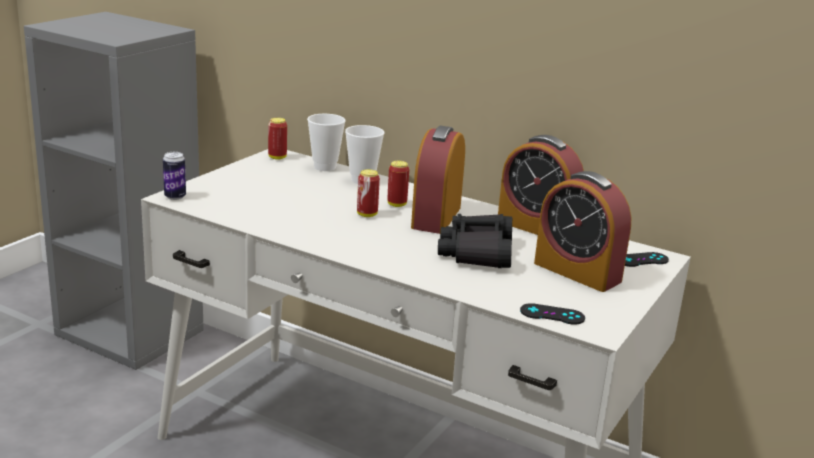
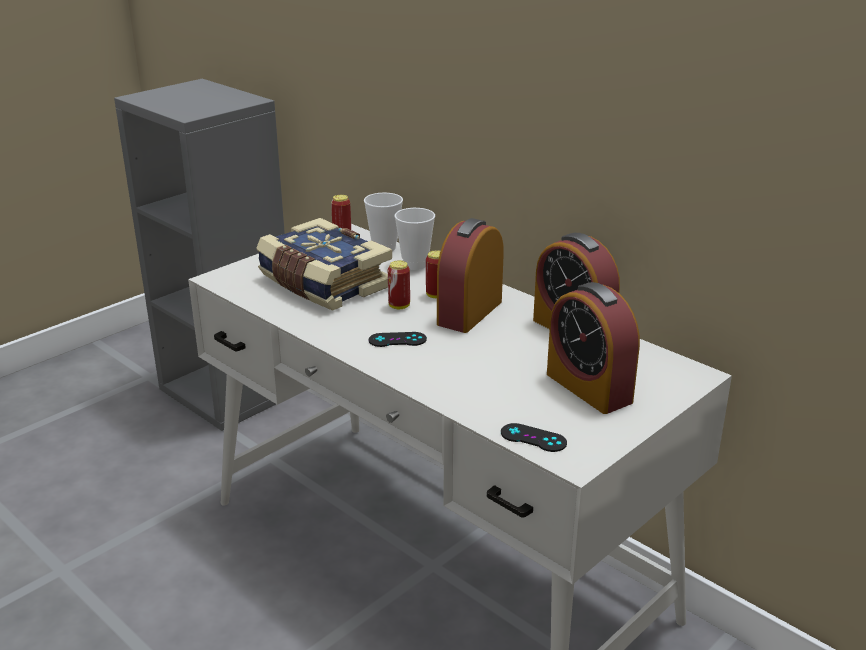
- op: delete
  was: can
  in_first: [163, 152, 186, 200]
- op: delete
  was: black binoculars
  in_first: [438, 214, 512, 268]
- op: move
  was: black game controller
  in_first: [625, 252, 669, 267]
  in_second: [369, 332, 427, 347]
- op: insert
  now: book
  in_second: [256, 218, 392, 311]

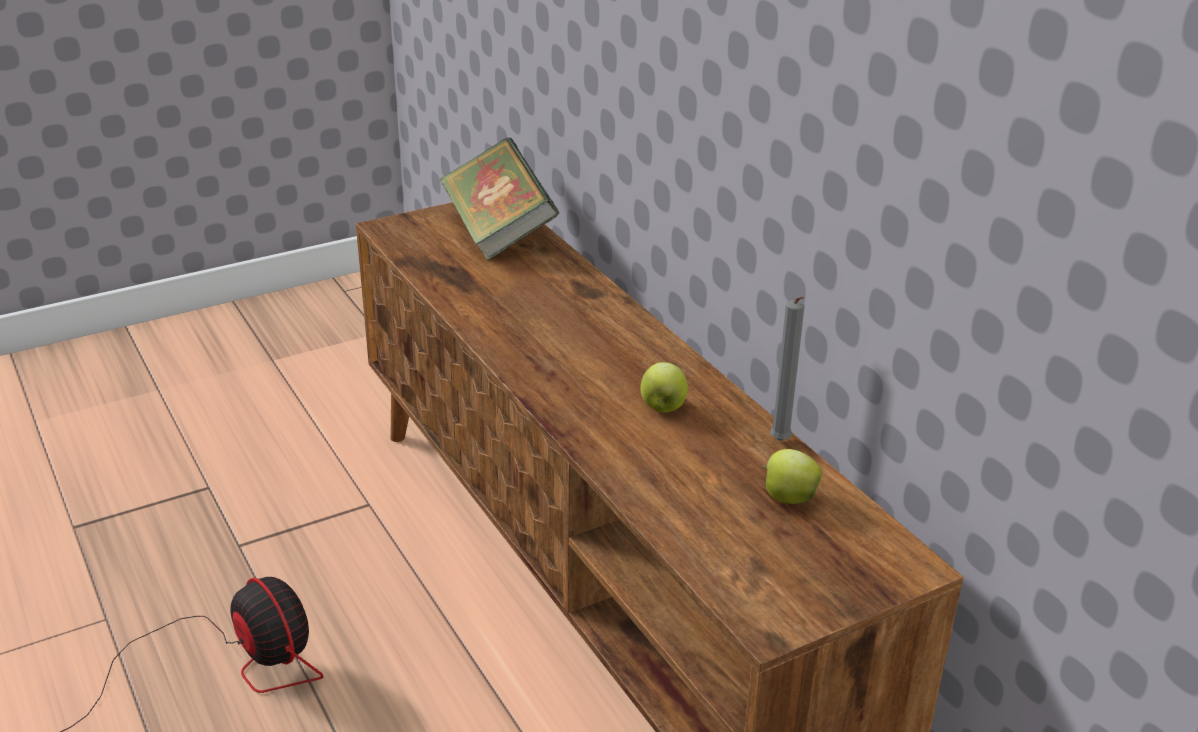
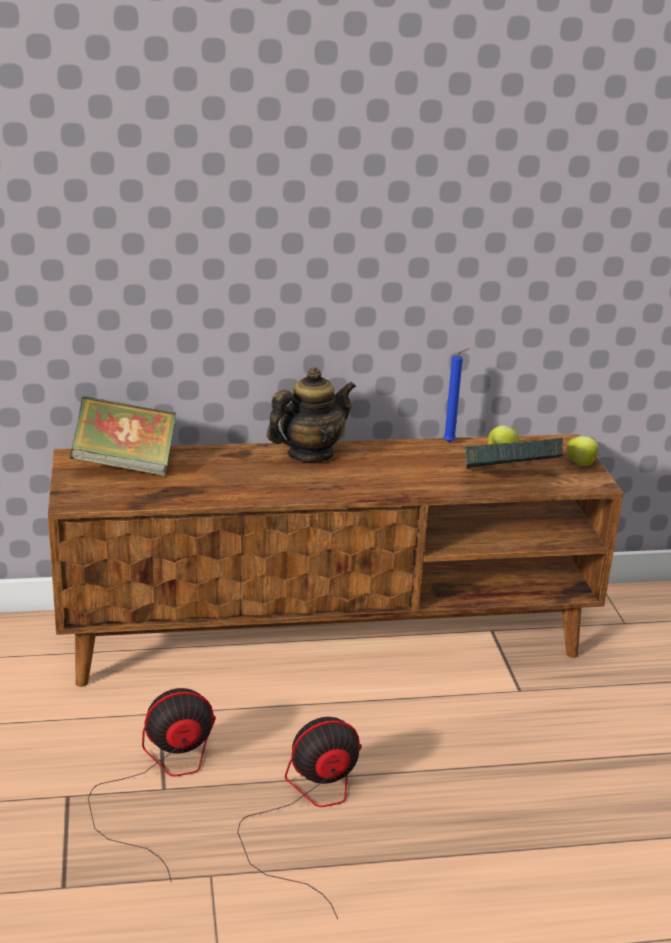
- op: move
  was: apple
  in_first: [640, 362, 688, 412]
  in_second: [567, 436, 600, 466]
- op: recolor
  was: grey candle
  now: blue candle
  in_first: [770, 296, 805, 441]
  in_second: [443, 348, 469, 442]
- op: insert
  now: fan
  in_second: [88, 688, 216, 882]
- op: insert
  now: teapot
  in_second: [267, 367, 356, 462]
- op: insert
  now: book
  in_second: [464, 438, 563, 468]

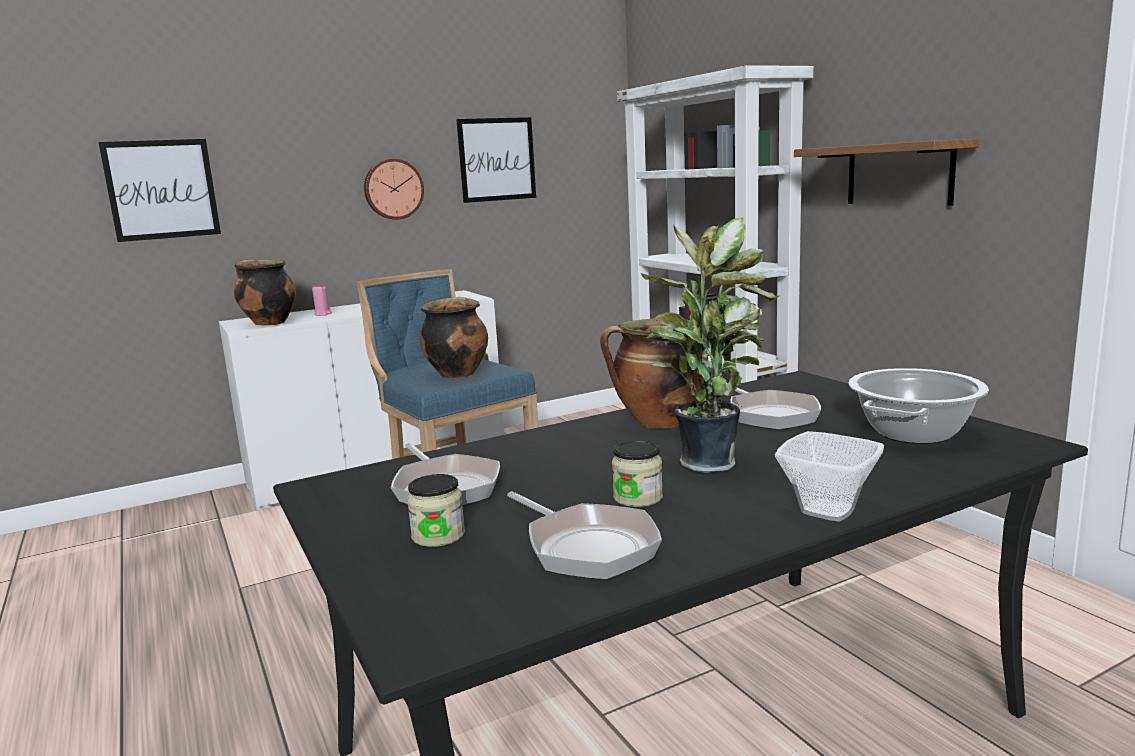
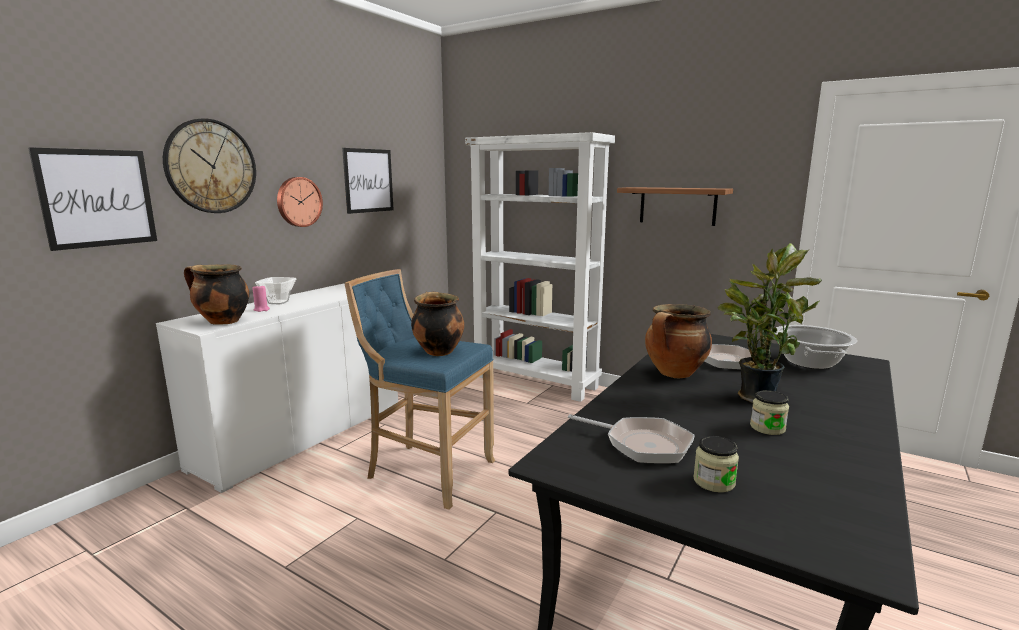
- op: delete
  was: frying pan
  in_first: [507, 491, 662, 580]
- op: move
  was: bowl
  in_first: [775, 431, 884, 521]
  in_second: [255, 277, 296, 304]
- op: insert
  now: wall clock
  in_second: [163, 119, 256, 213]

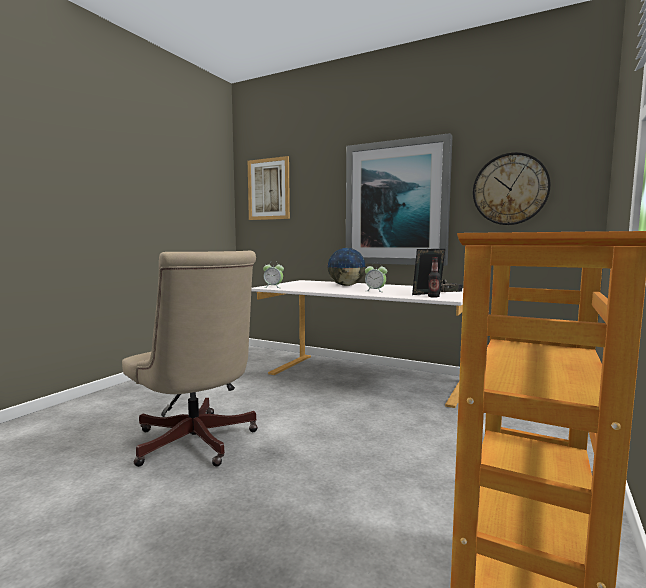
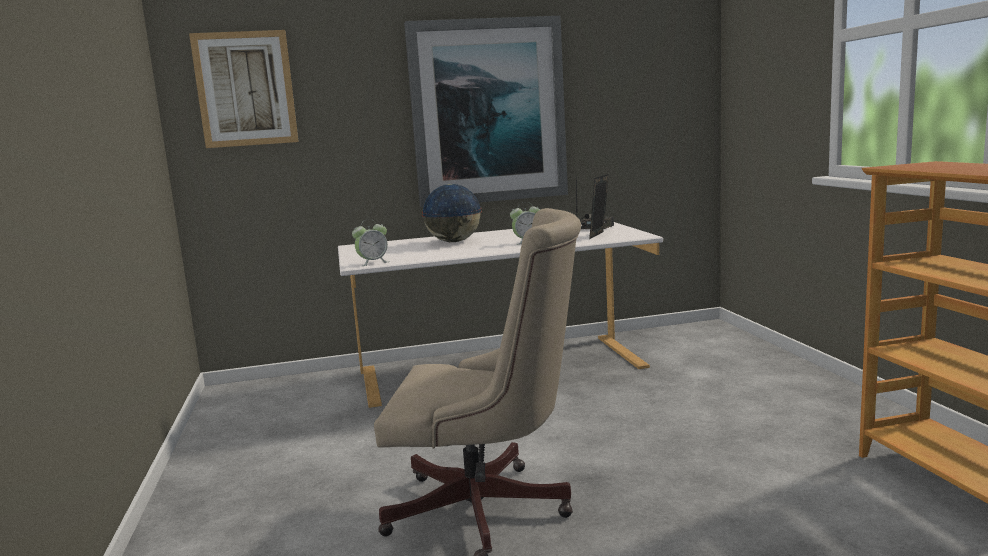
- op: delete
  was: bottle
  in_first: [428, 257, 440, 298]
- op: delete
  was: wall clock
  in_first: [473, 152, 551, 225]

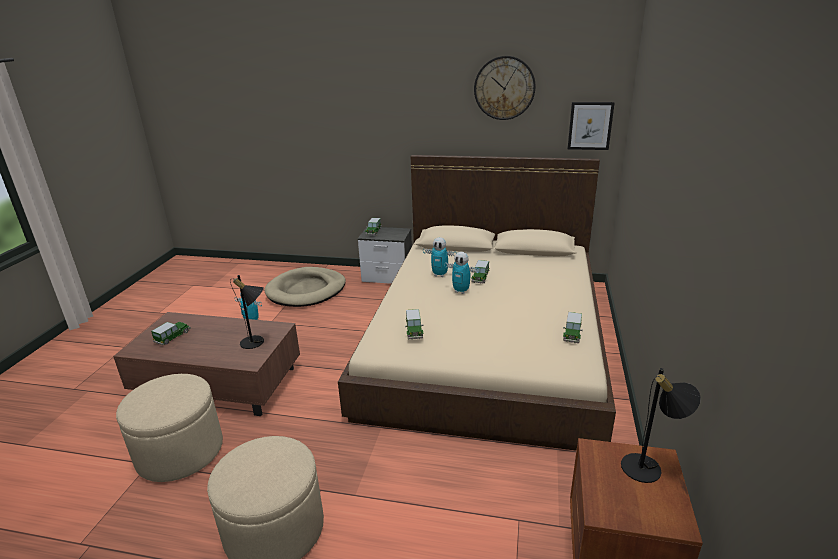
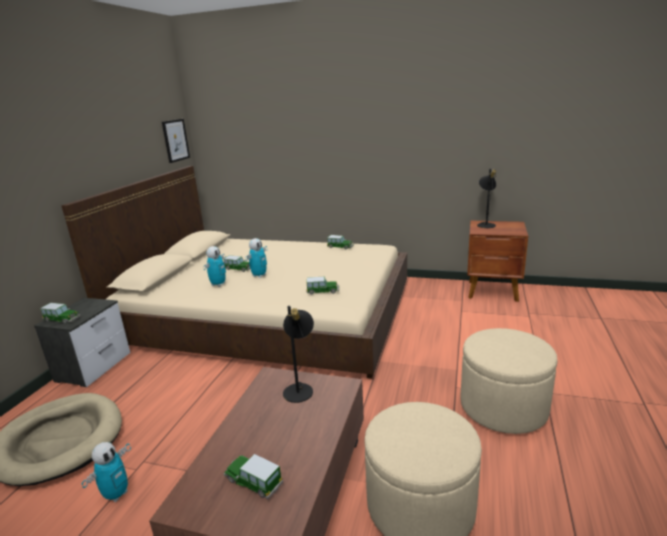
- op: delete
  was: wall clock
  in_first: [474, 56, 535, 120]

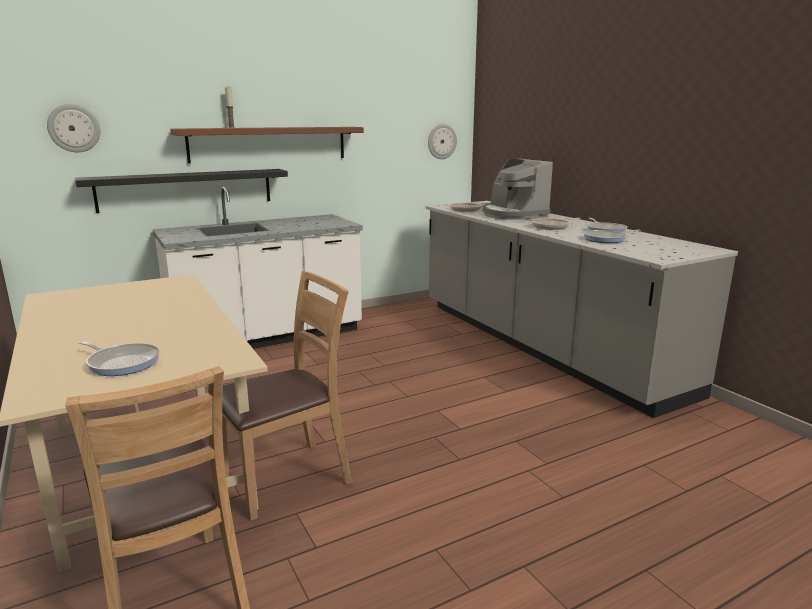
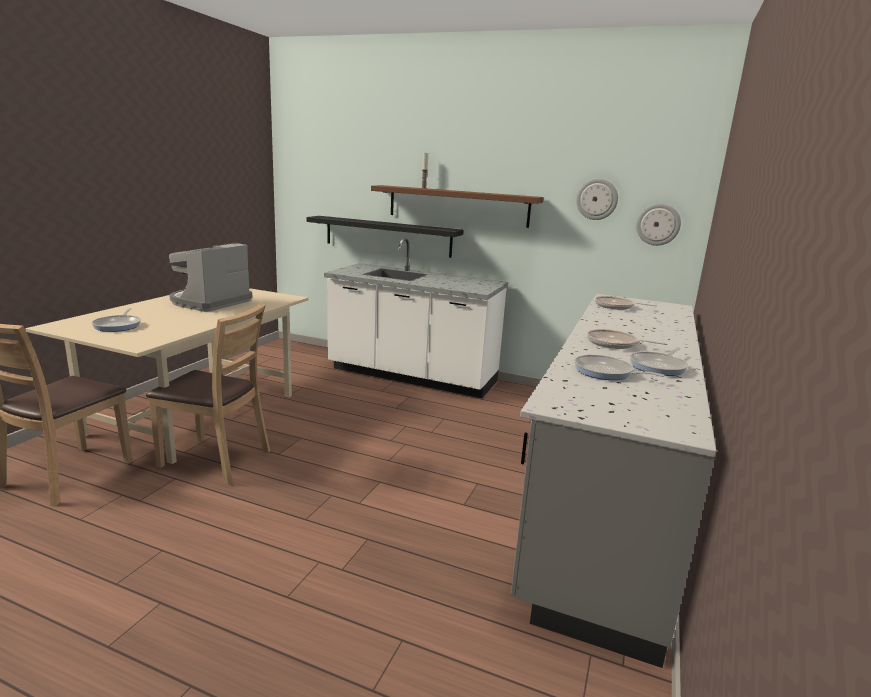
- op: move
  was: wall clock
  in_first: [47, 104, 100, 152]
  in_second: [576, 178, 618, 220]
- op: move
  was: coffee machine
  in_first: [482, 158, 553, 220]
  in_second: [168, 242, 252, 312]

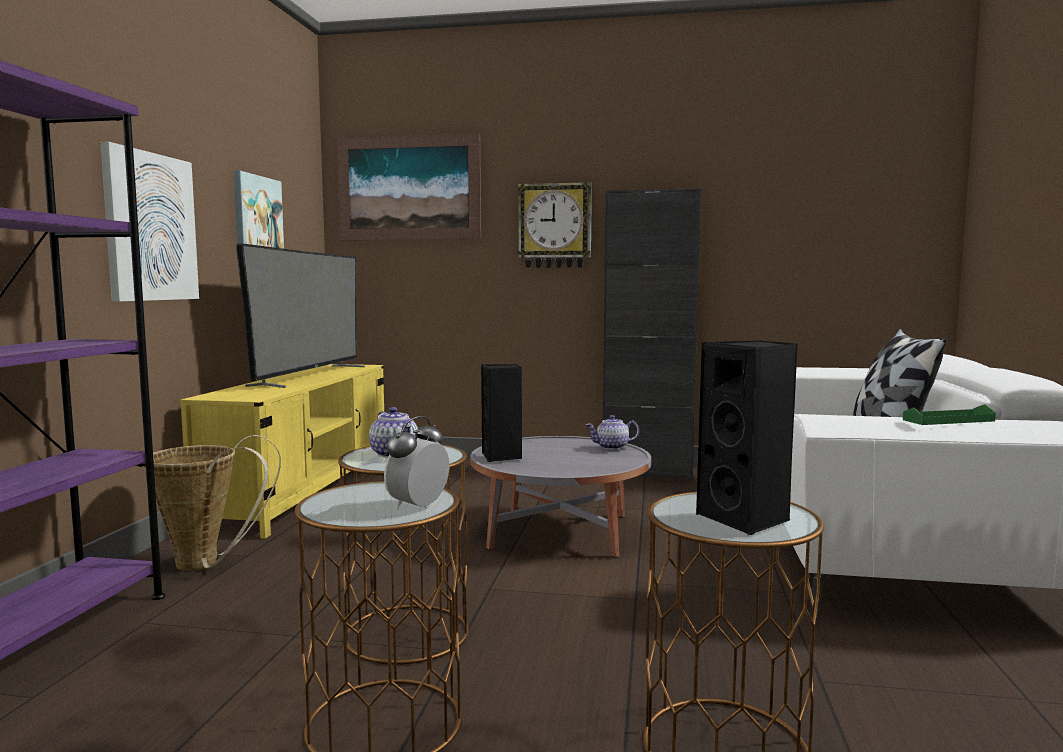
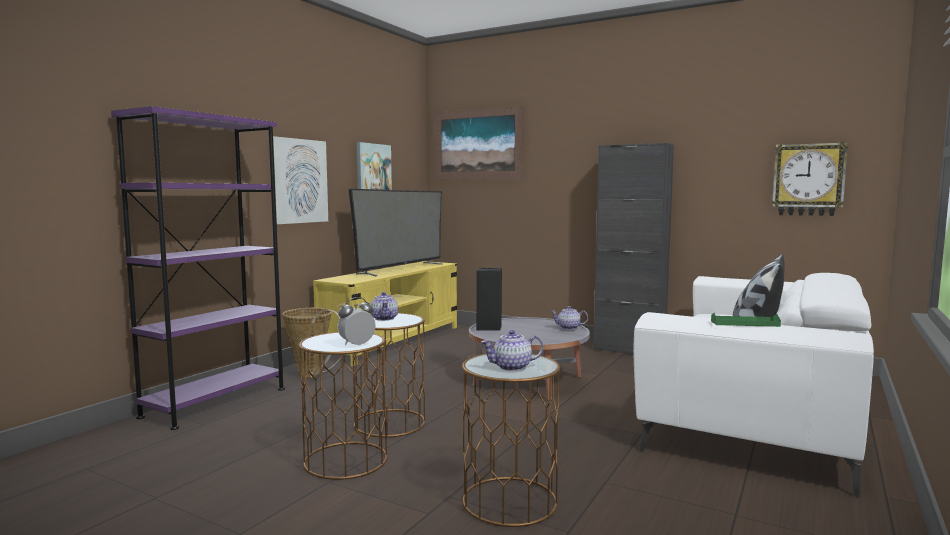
- op: move
  was: wall clock
  in_first: [518, 182, 592, 268]
  in_second: [772, 142, 848, 216]
- op: replace
  was: black speaker
  now: teapot
  in_first: [696, 340, 798, 535]
  in_second: [481, 330, 543, 371]

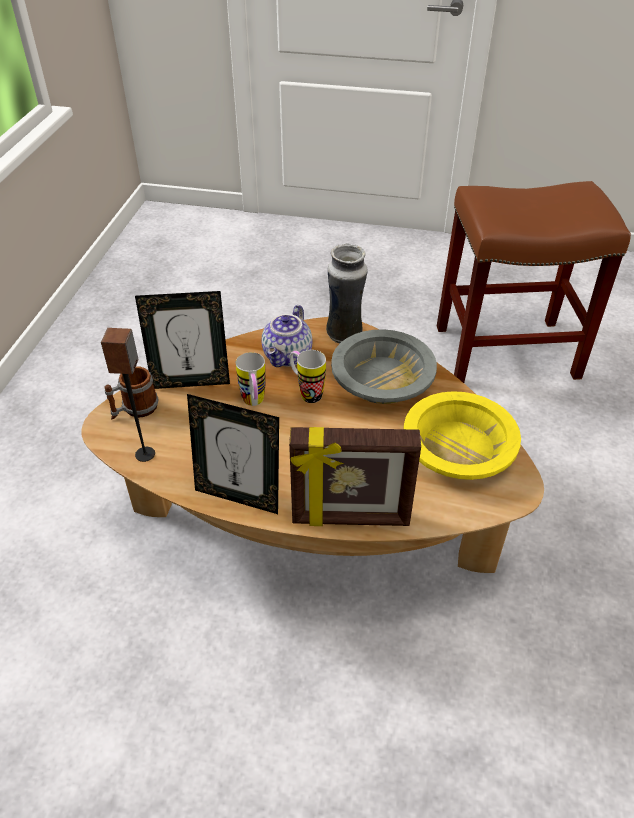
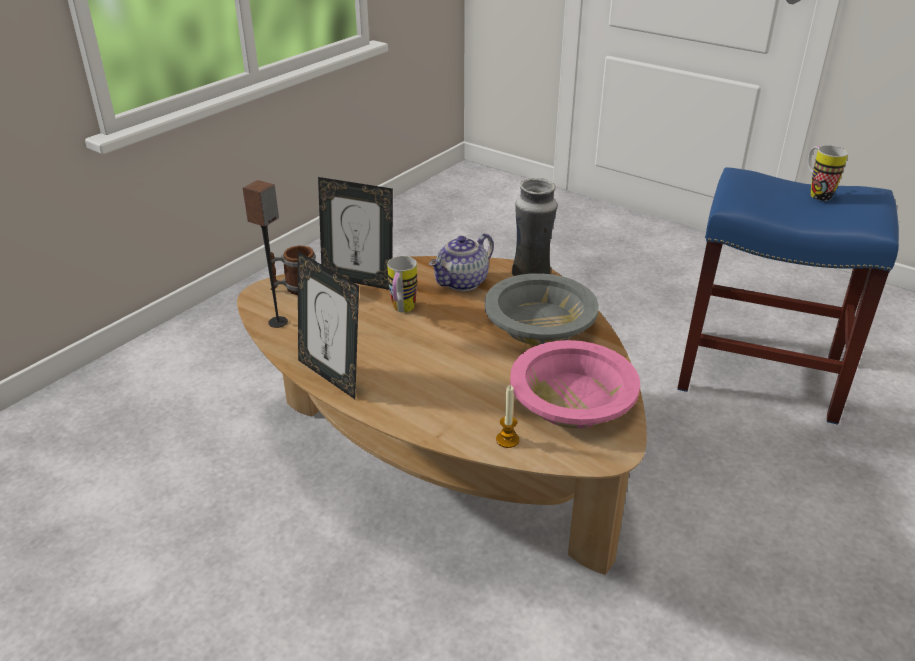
- op: delete
  was: picture frame
  in_first: [289, 427, 421, 526]
- op: move
  was: mug
  in_first: [290, 350, 326, 403]
  in_second: [808, 145, 848, 201]
- op: recolor
  was: yellow bowl
  now: pink bowl
  in_first: [403, 391, 521, 480]
  in_second: [510, 340, 640, 428]
- op: recolor
  was: brown stool
  now: blue stool
  in_first: [437, 181, 631, 383]
  in_second: [677, 167, 899, 425]
- op: insert
  now: candle
  in_second: [496, 385, 519, 448]

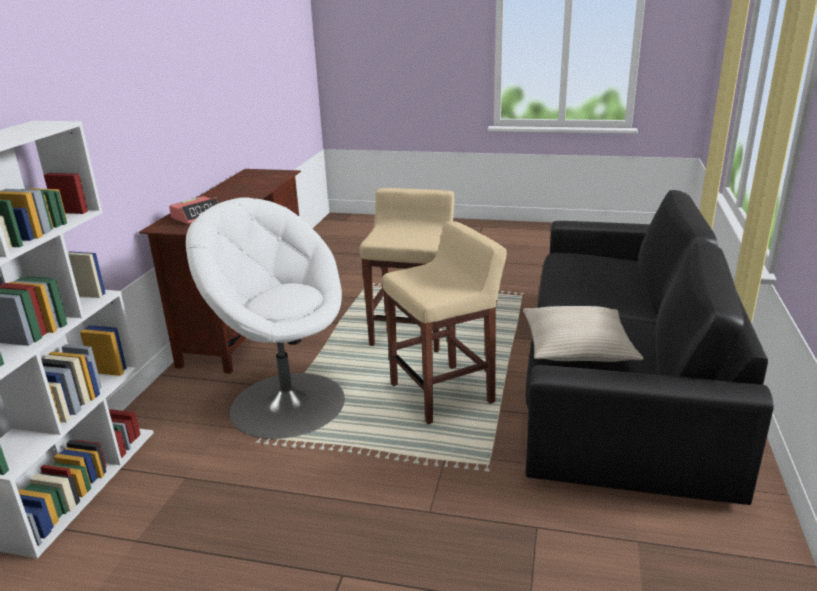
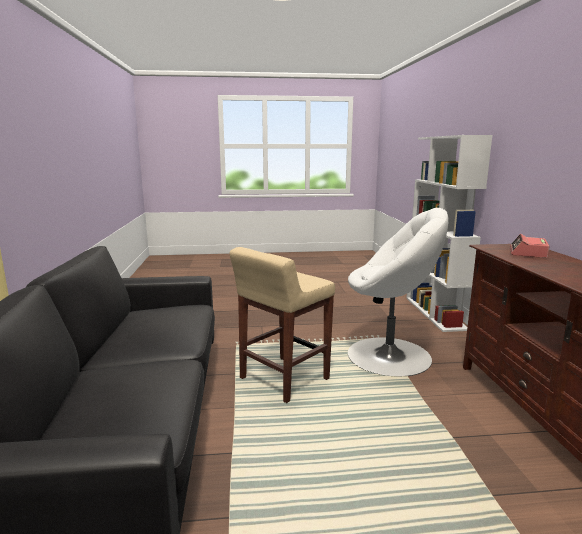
- op: delete
  was: beige stool
  in_first: [360, 188, 454, 352]
- op: delete
  was: beige pillow
  in_first: [523, 306, 643, 362]

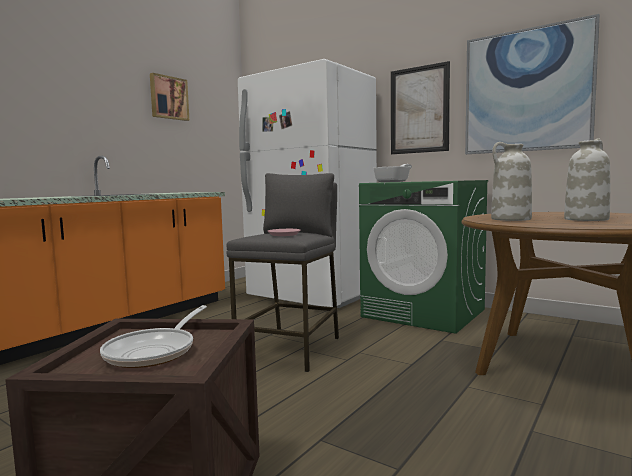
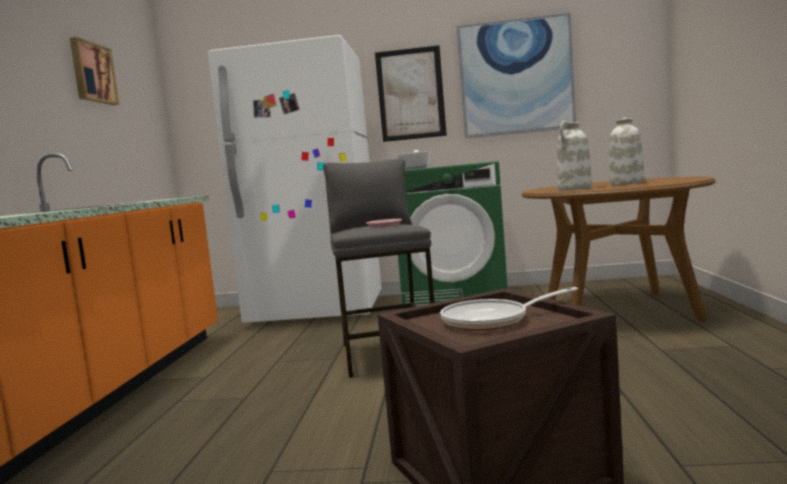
- op: rotate
  was: frying pan
  in_first: [100, 305, 207, 368]
  in_second: [440, 287, 578, 331]
  clockwise: 90

